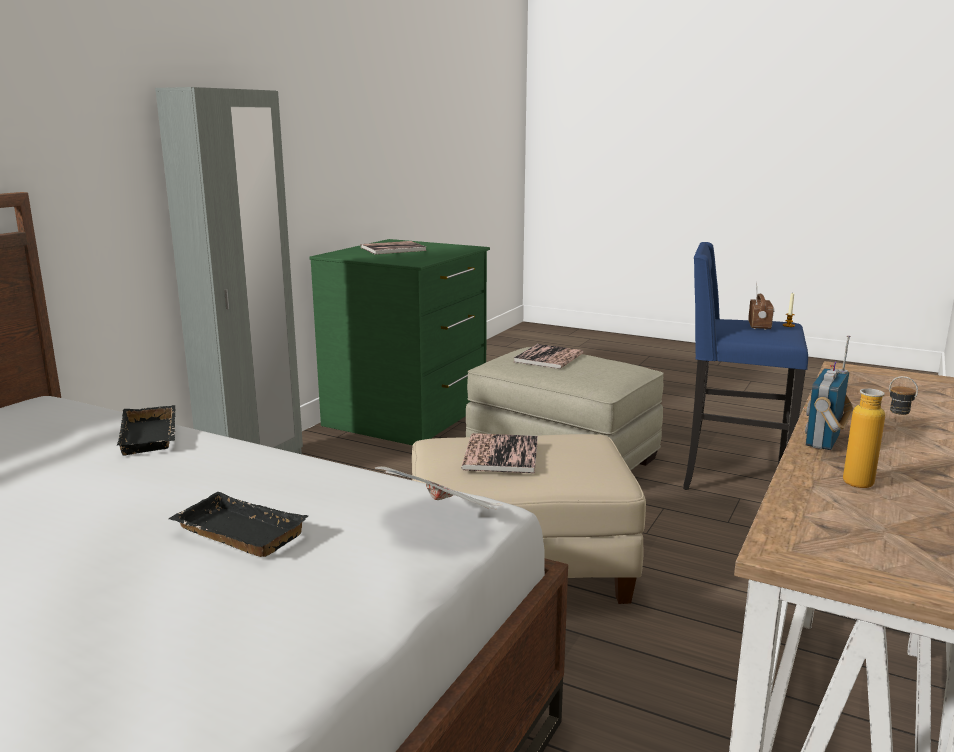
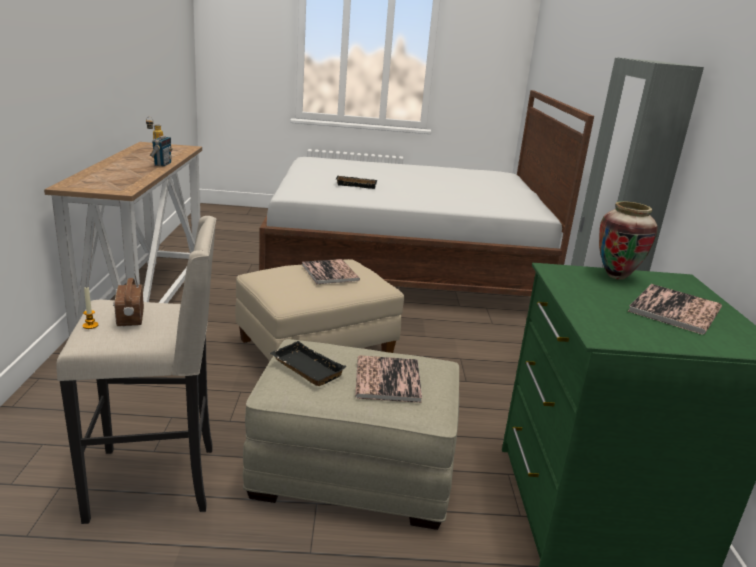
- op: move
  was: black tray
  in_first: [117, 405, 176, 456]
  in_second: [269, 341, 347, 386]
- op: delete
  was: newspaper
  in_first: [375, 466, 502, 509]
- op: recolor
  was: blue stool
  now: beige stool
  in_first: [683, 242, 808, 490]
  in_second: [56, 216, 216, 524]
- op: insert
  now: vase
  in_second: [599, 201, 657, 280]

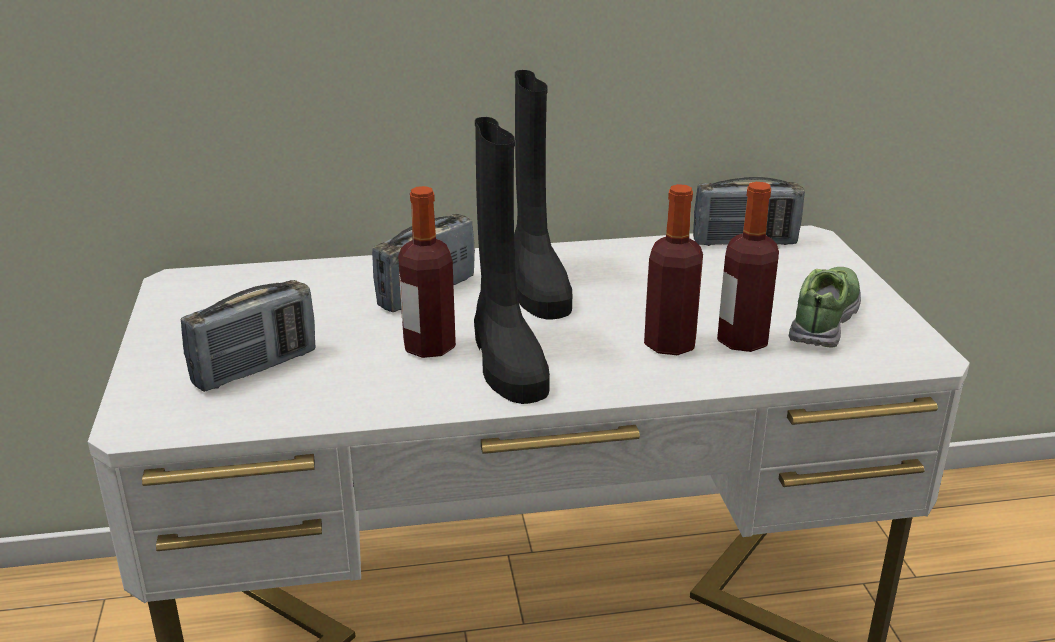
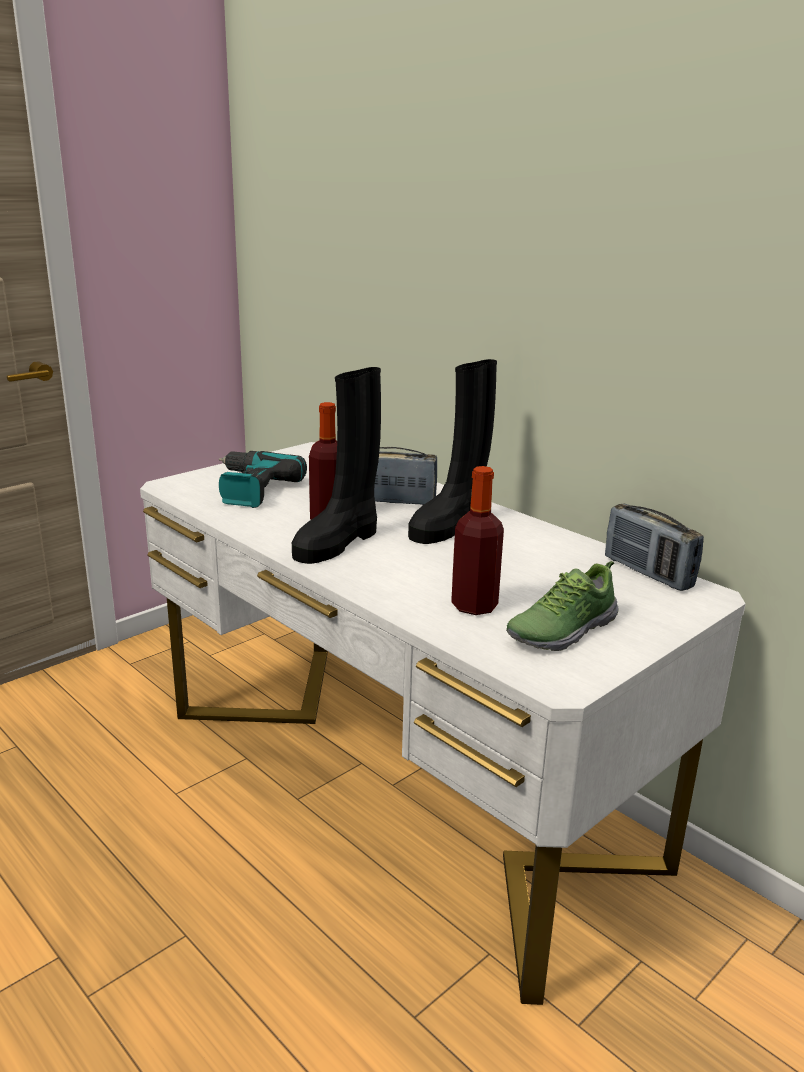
- op: replace
  was: radio
  now: power drill
  in_first: [181, 280, 316, 392]
  in_second: [219, 451, 307, 508]
- op: delete
  was: bottle
  in_first: [644, 184, 703, 355]
- op: rotate
  was: shoe
  in_first: [789, 267, 861, 348]
  in_second: [506, 561, 619, 651]
  clockwise: 150

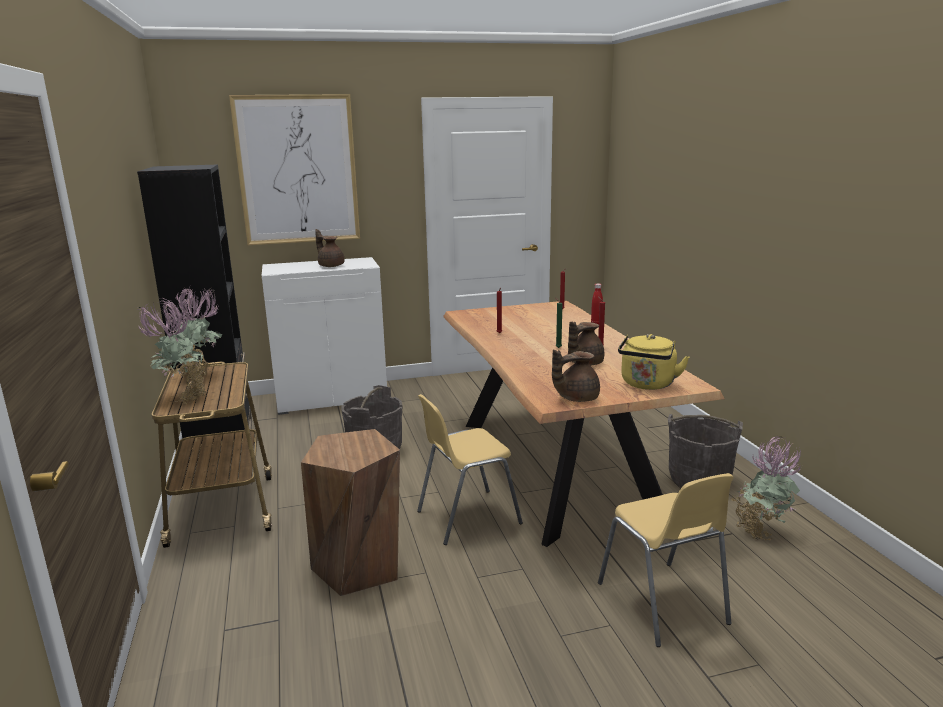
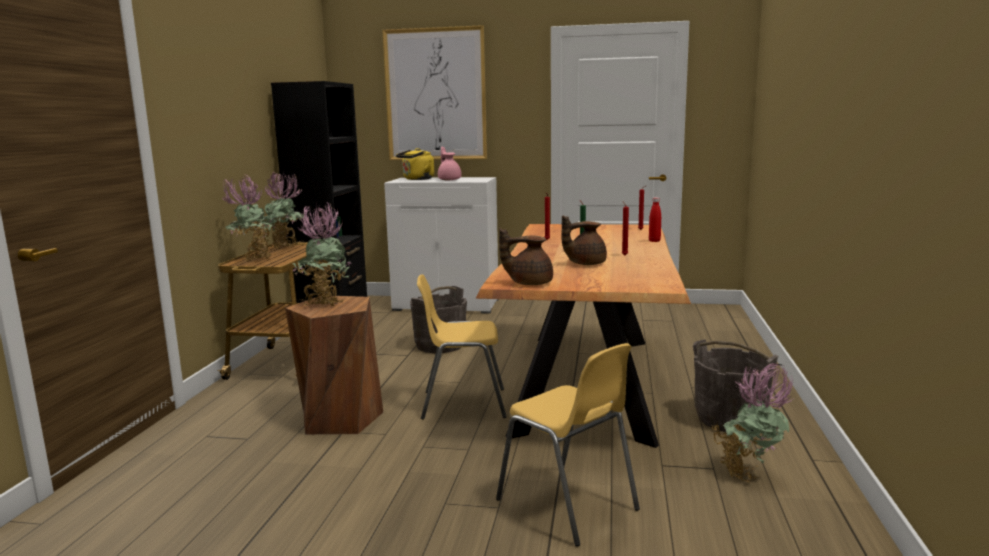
- op: recolor
  was: brown teapot
  now: pink teapot
  in_first: [315, 229, 345, 267]
  in_second: [438, 147, 462, 180]
- op: rotate
  was: yellow chair
  in_first: [598, 473, 734, 647]
  in_second: [496, 343, 640, 546]
  clockwise: -45
- op: move
  was: yellow kettle
  in_first: [618, 334, 689, 390]
  in_second: [396, 148, 434, 180]
- op: insert
  now: potted plant
  in_second: [293, 202, 352, 306]

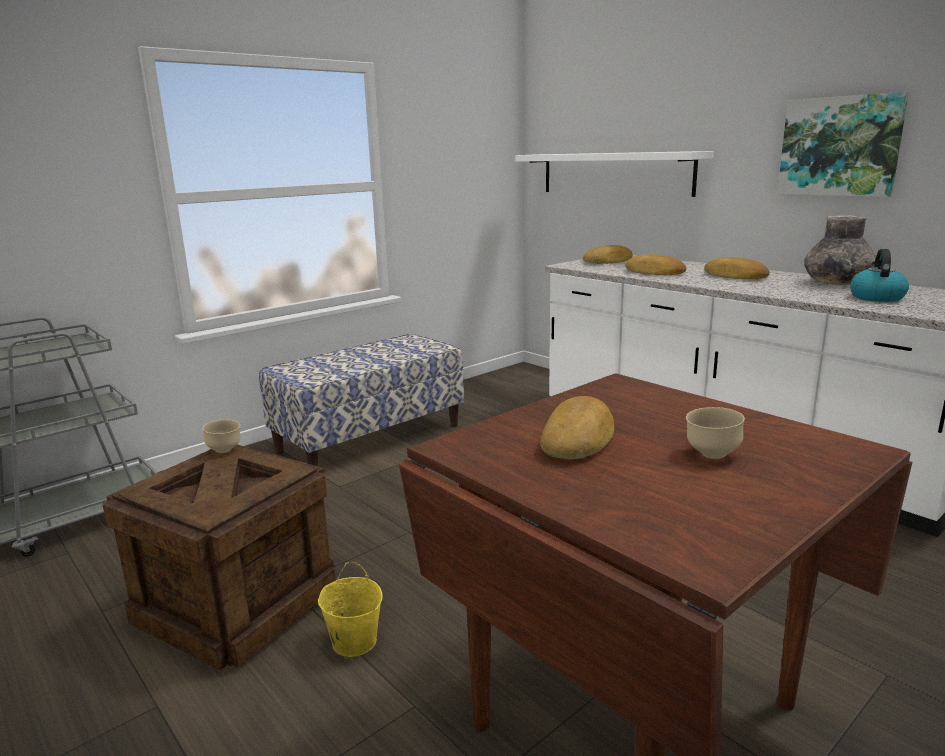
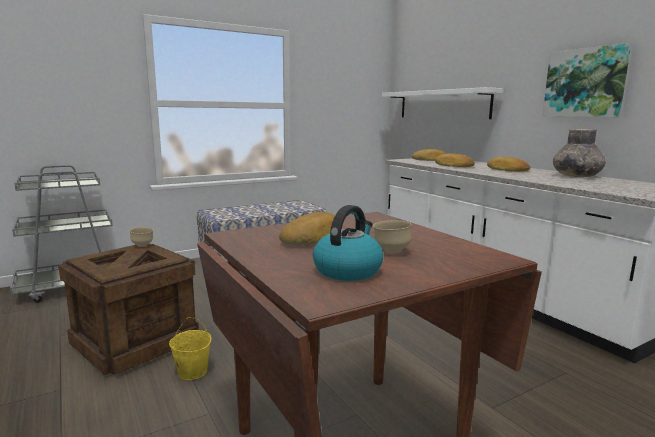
- op: move
  was: kettle
  in_first: [850, 249, 909, 302]
  in_second: [313, 205, 383, 281]

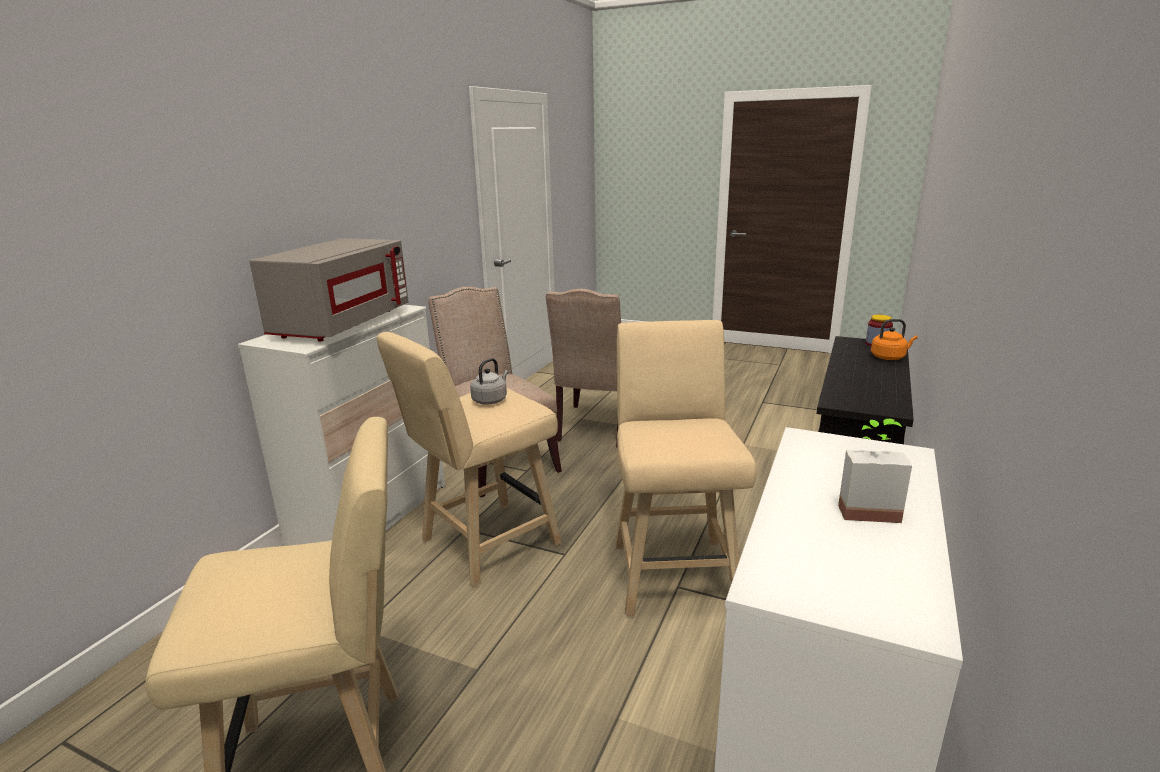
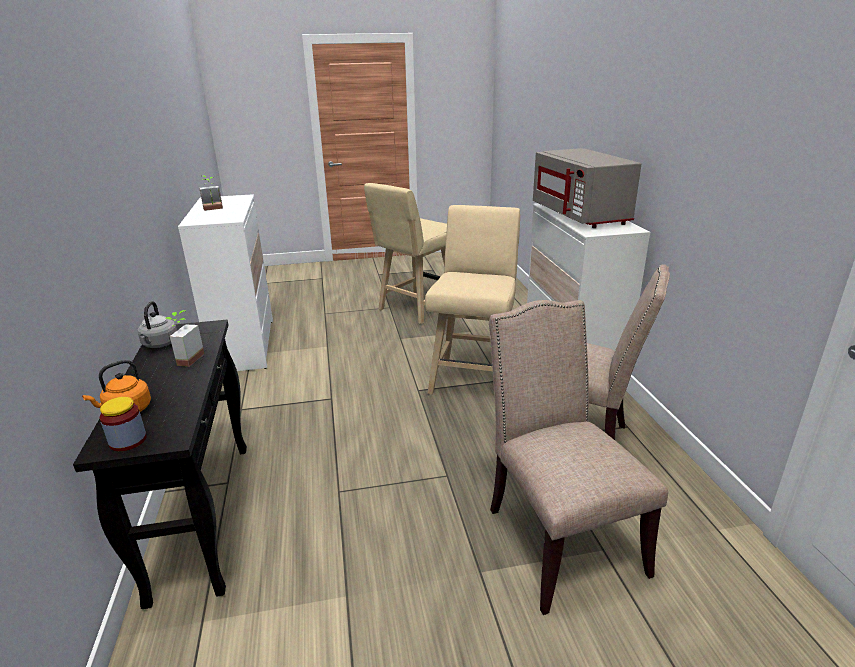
- op: move
  was: grey kettle
  in_first: [470, 358, 508, 404]
  in_second: [137, 301, 177, 348]
- op: delete
  was: beige stool
  in_first: [615, 320, 757, 616]
- op: insert
  now: potted plant
  in_second: [166, 310, 204, 367]

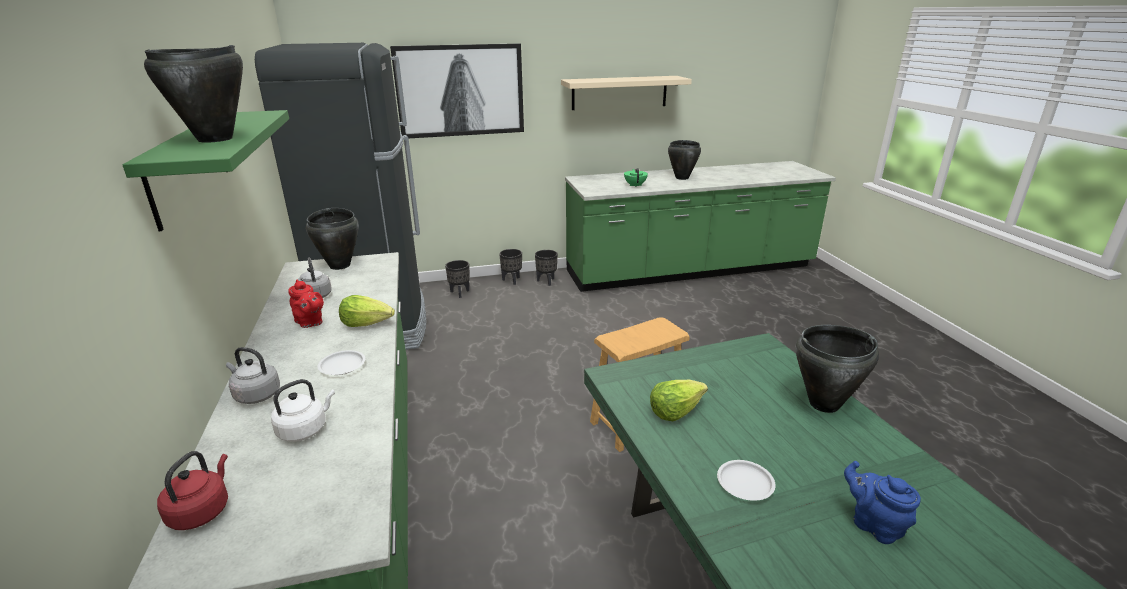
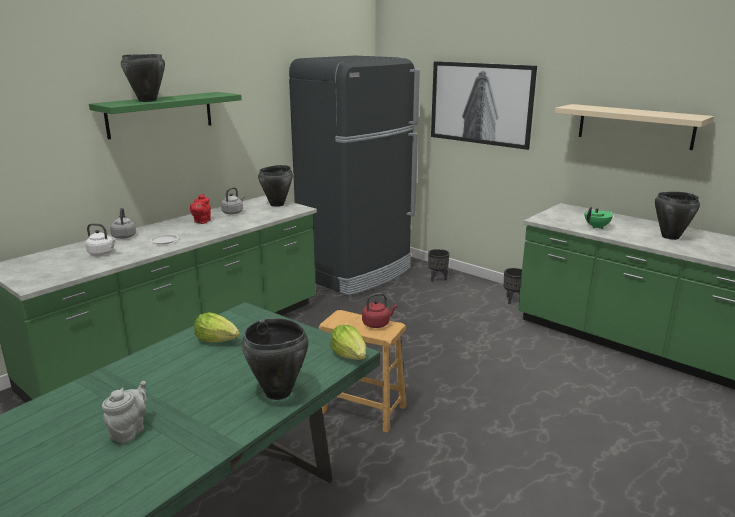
- op: move
  was: red kettle
  in_first: [157, 451, 228, 530]
  in_second: [362, 293, 397, 328]
- op: move
  was: lettuce
  in_first: [339, 295, 395, 327]
  in_second: [330, 325, 366, 360]
- op: delete
  was: black planter
  in_first: [499, 249, 522, 285]
- op: delete
  was: white plate
  in_first: [717, 460, 775, 501]
- op: recolor
  was: blue teapot
  now: grey teapot
  in_first: [844, 461, 921, 544]
  in_second: [102, 381, 147, 444]

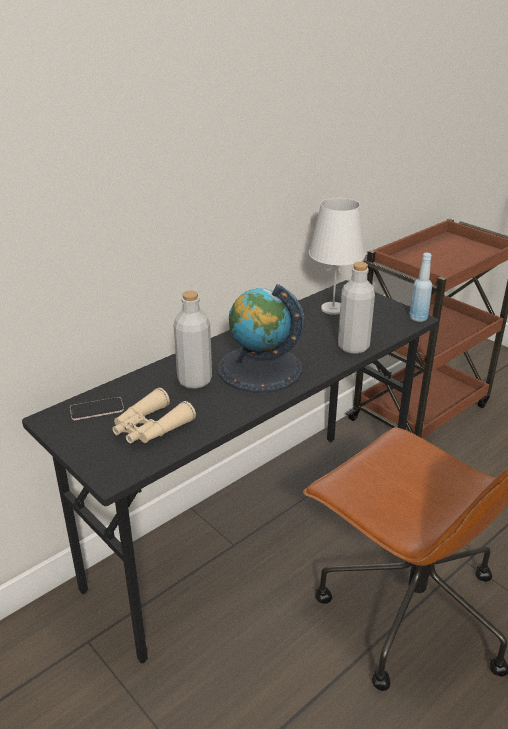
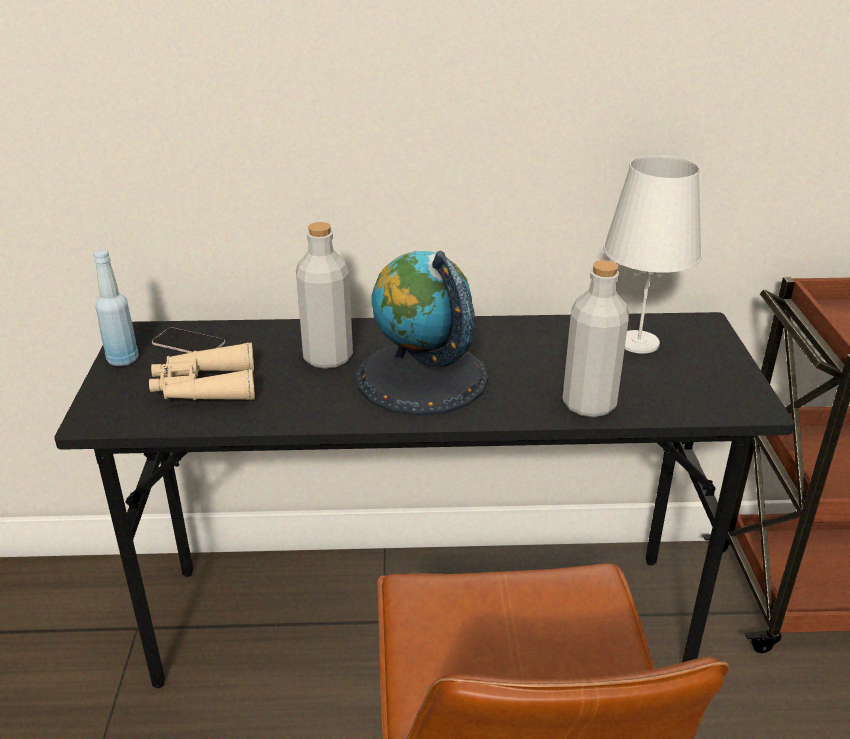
- op: move
  was: blue bottle
  in_first: [409, 253, 432, 322]
  in_second: [93, 249, 139, 366]

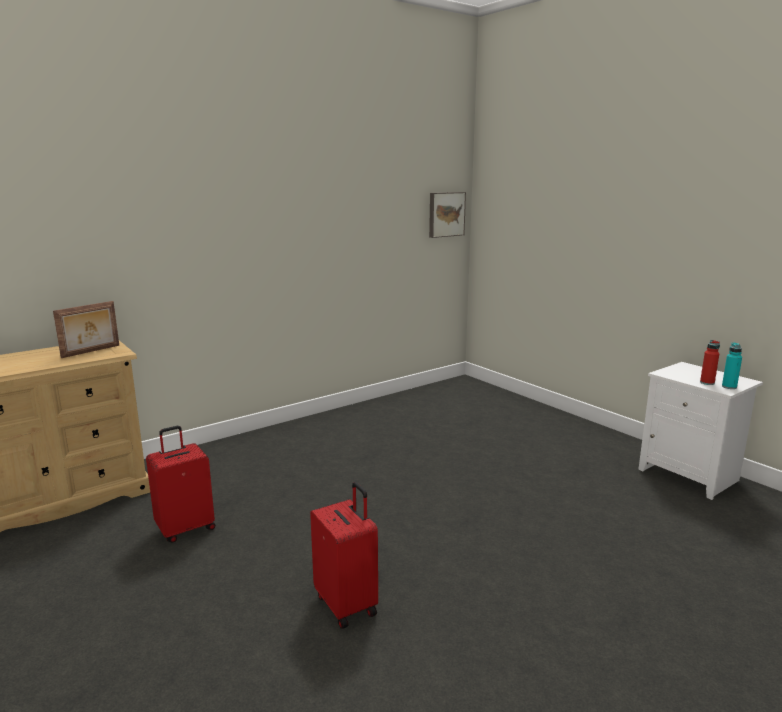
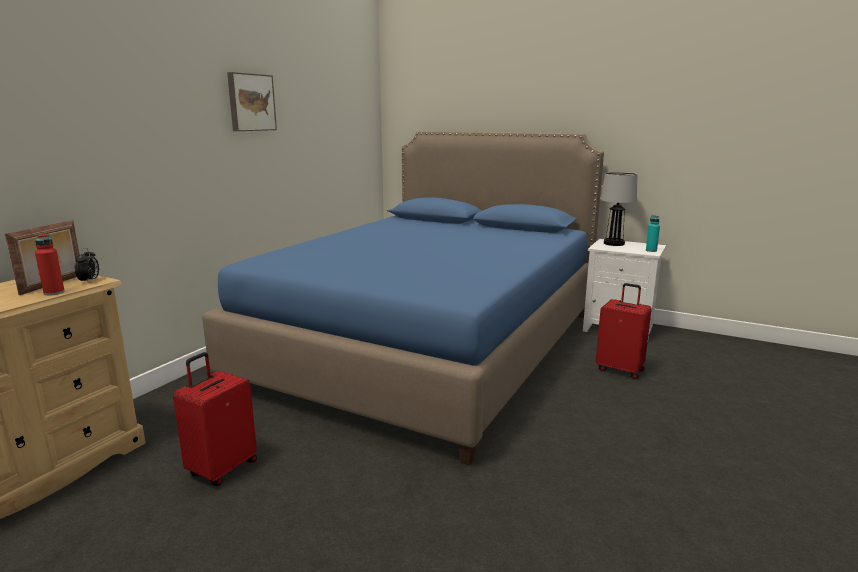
- op: move
  was: red suitcase
  in_first: [310, 482, 378, 629]
  in_second: [596, 283, 652, 379]
- op: move
  was: picture
  in_first: [429, 192, 466, 238]
  in_second: [227, 72, 277, 131]
- op: move
  was: red bottle
  in_first: [700, 340, 720, 385]
  in_second: [35, 234, 65, 296]
- op: insert
  now: alarm clock
  in_second: [75, 248, 99, 282]
- op: insert
  now: blue bed
  in_second: [202, 131, 604, 465]
- op: insert
  now: table lamp
  in_second: [600, 172, 638, 246]

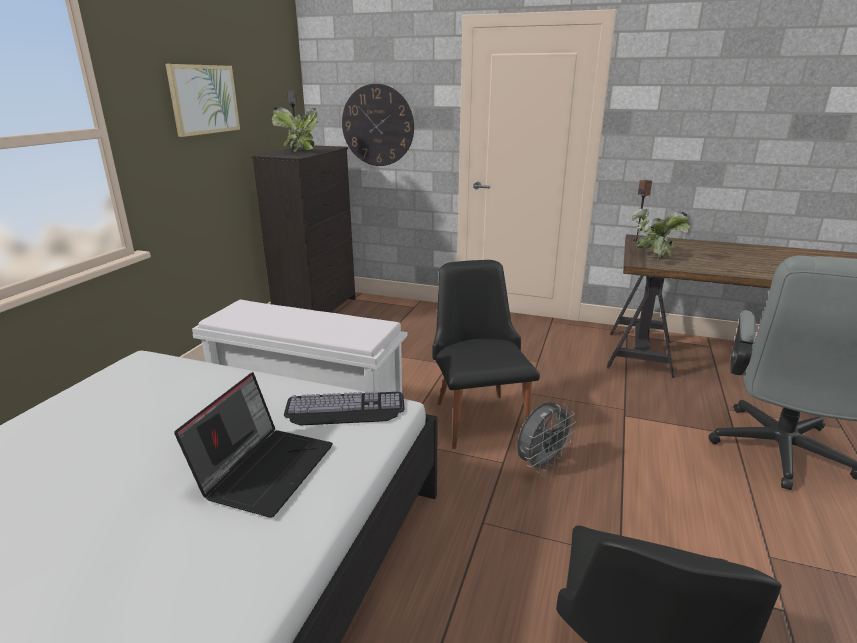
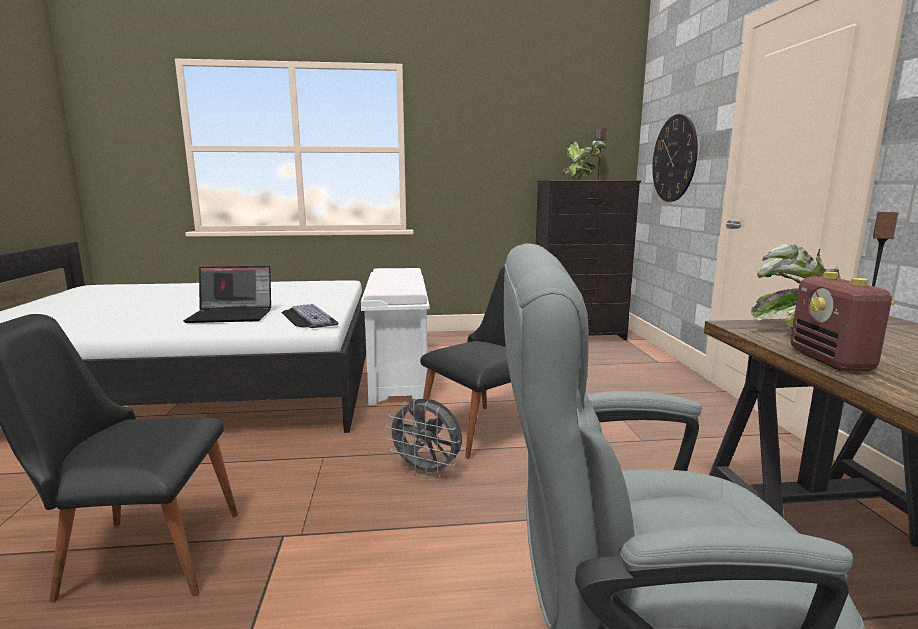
- op: delete
  was: picture
  in_first: [165, 64, 240, 137]
- op: insert
  now: radio
  in_second: [790, 271, 895, 371]

